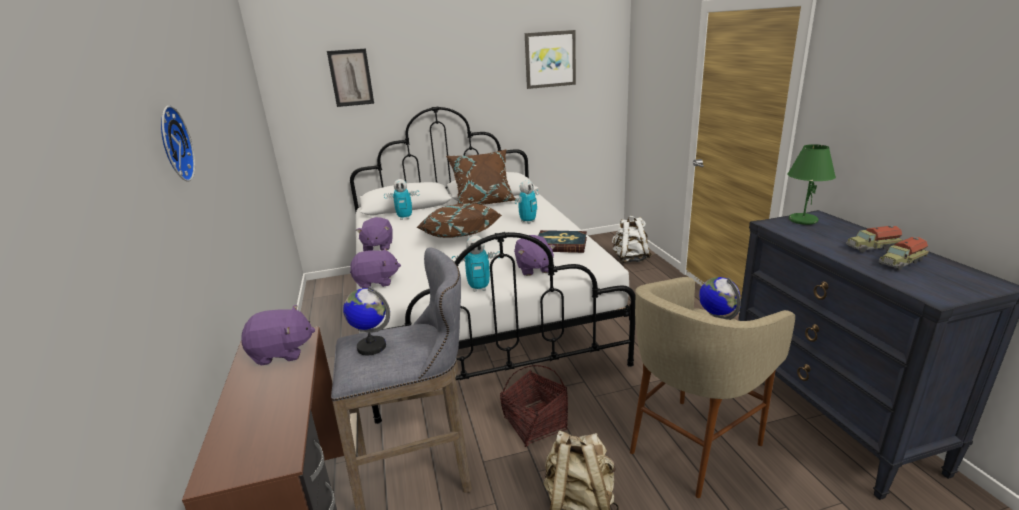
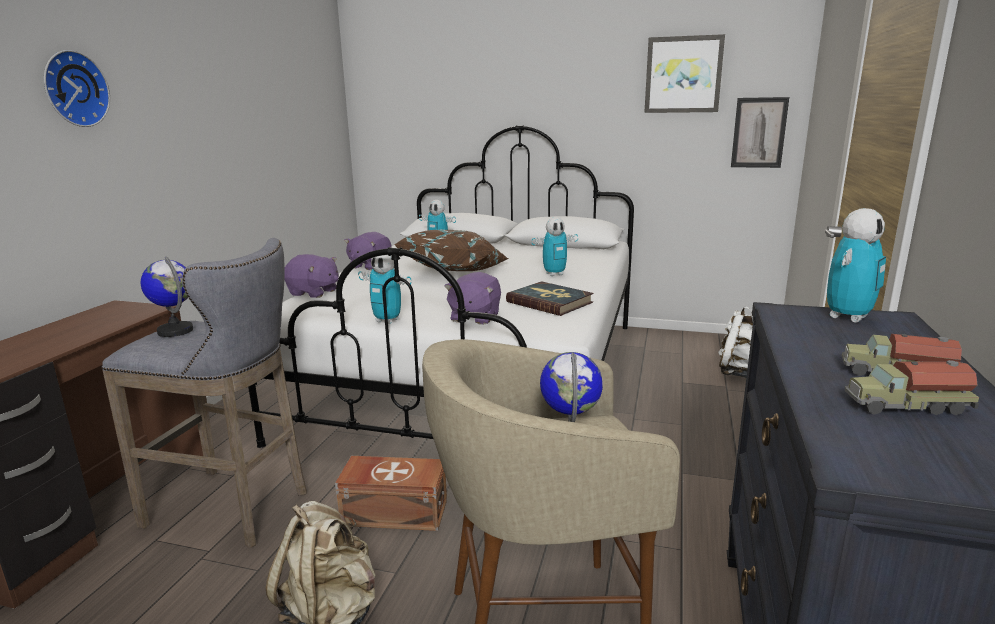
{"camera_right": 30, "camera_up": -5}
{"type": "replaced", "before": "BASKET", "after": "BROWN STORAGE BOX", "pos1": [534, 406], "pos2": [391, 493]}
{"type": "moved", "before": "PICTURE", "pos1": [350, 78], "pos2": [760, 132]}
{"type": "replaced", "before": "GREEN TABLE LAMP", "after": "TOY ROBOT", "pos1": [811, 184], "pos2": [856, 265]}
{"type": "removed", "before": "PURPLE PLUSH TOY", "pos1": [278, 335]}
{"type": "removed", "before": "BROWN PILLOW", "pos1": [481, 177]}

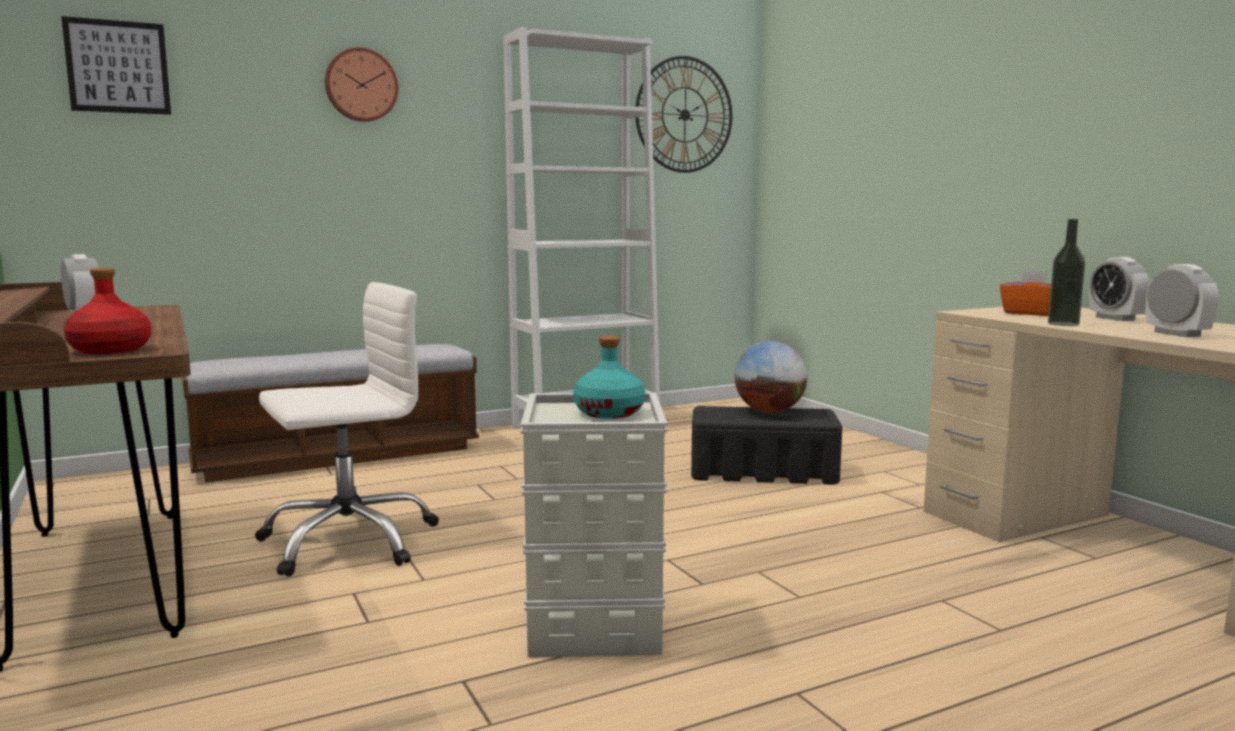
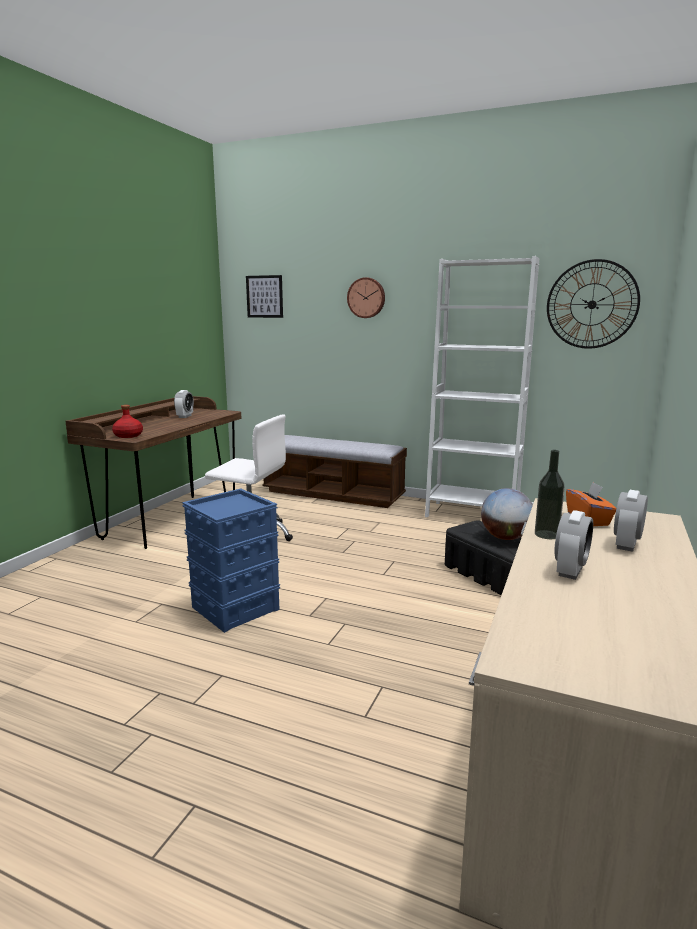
{"camera_right": 50, "camera_up": 5}
{"type": "recoloured", "before": "GREY STORAGE BOX", "after": "BLUE STORAGE BOX", "pos1": [594, 525], "pos2": [231, 560]}
{"type": "removed", "before": "TURQUOISE BOTTLE", "pos1": [609, 377]}

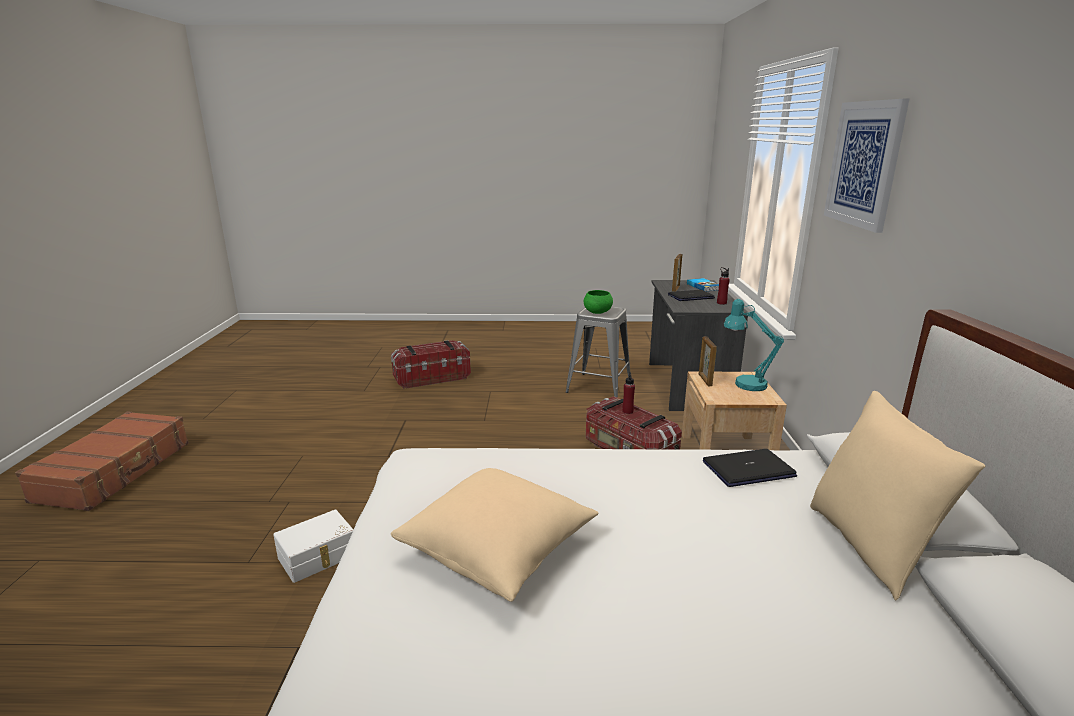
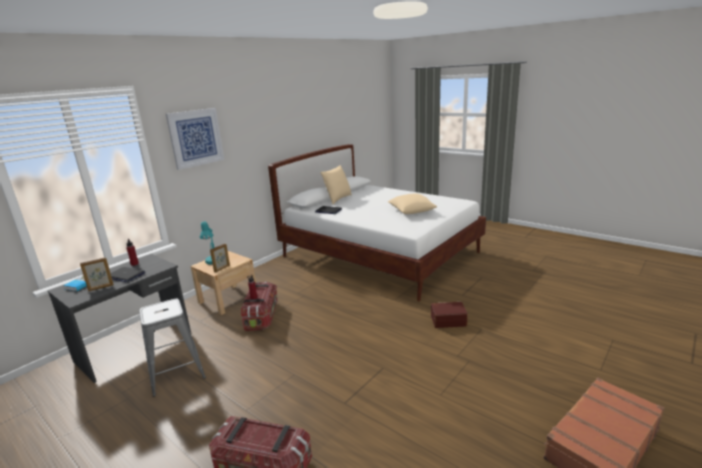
{"camera_right": -140, "camera_up": 0}
{"type": "recoloured", "before": "WHITE STORAGE BOX", "after": "BROWN STORAGE BOX", "pos1": [313, 546], "pos2": [449, 315]}
{"type": "removed", "before": "GREEN BOWL", "pos1": [598, 302]}

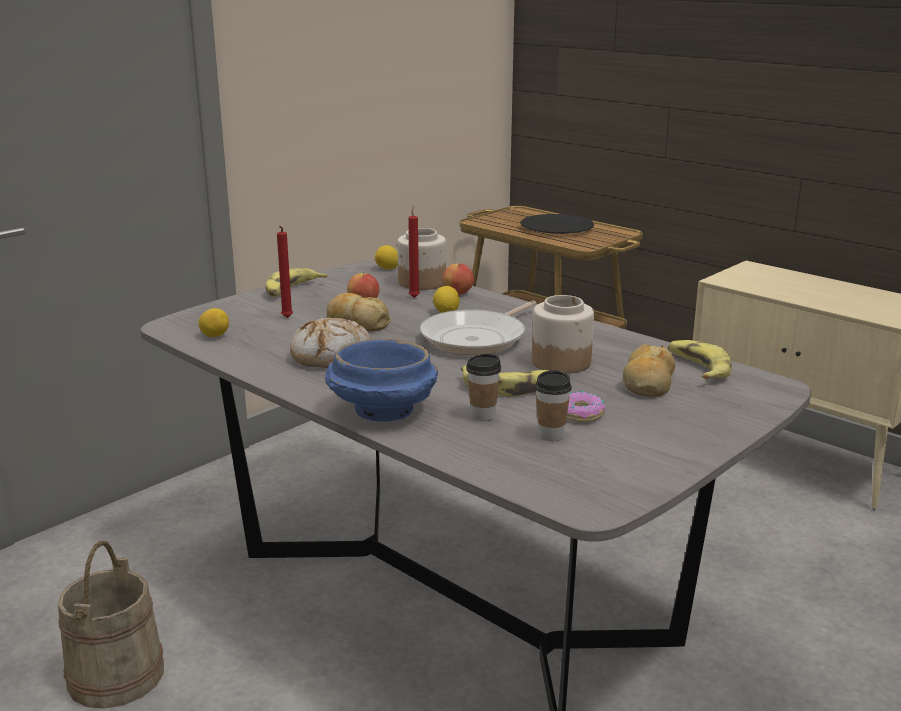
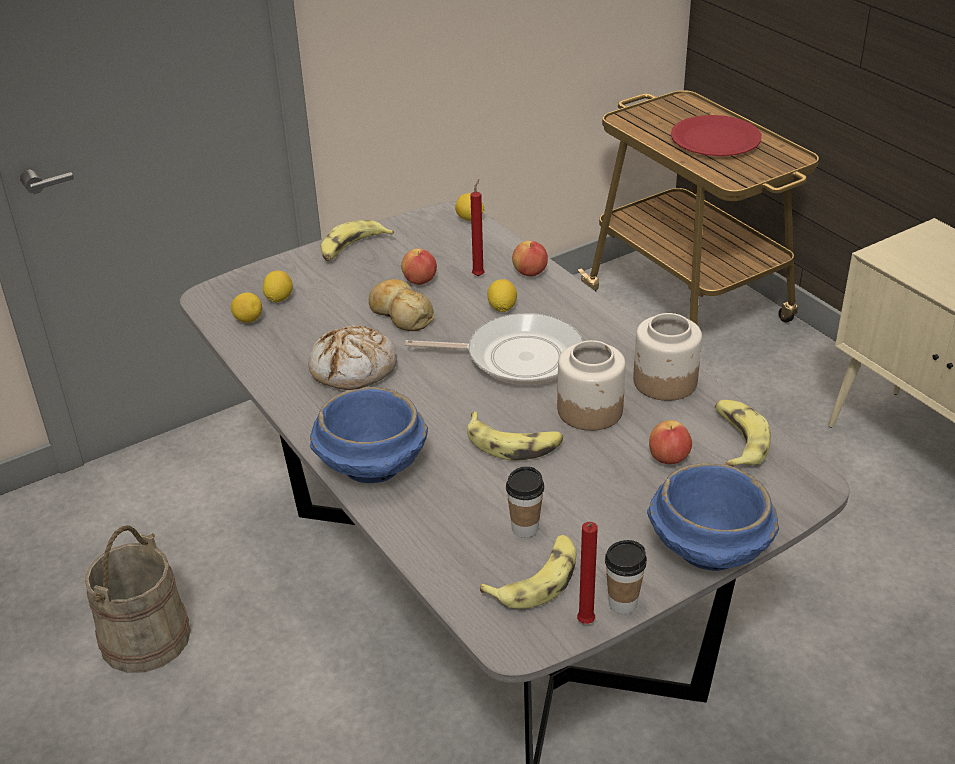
{"camera_right": 15, "camera_up": 15}
{"type": "added", "after": "LEMON", "pos2": [278, 286]}
{"type": "turned", "before": "FRYING PAN", "pos1": [478, 328], "pos2": [494, 349], "turn": -135}
{"type": "added", "after": "BANANA", "pos2": [528, 572]}
{"type": "moved", "before": "RED CANDLE", "pos1": [285, 272], "pos2": [587, 573]}
{"type": "moved", "before": "CUP", "pos1": [483, 387], "pos2": [626, 577]}
{"type": "moved", "before": "JAR", "pos1": [421, 259], "pos2": [667, 357]}
{"type": "added", "after": "BLUE BOWL", "pos2": [713, 517]}
{"type": "replaced", "before": "BREAD", "after": "APPLE", "pos1": [649, 370], "pos2": [670, 442]}
{"type": "recoloured", "before": "BLACK PLATE", "after": "RED PLATE", "pos1": [557, 224], "pos2": [716, 135]}
{"type": "removed", "before": "DONUT", "pos1": [585, 406]}

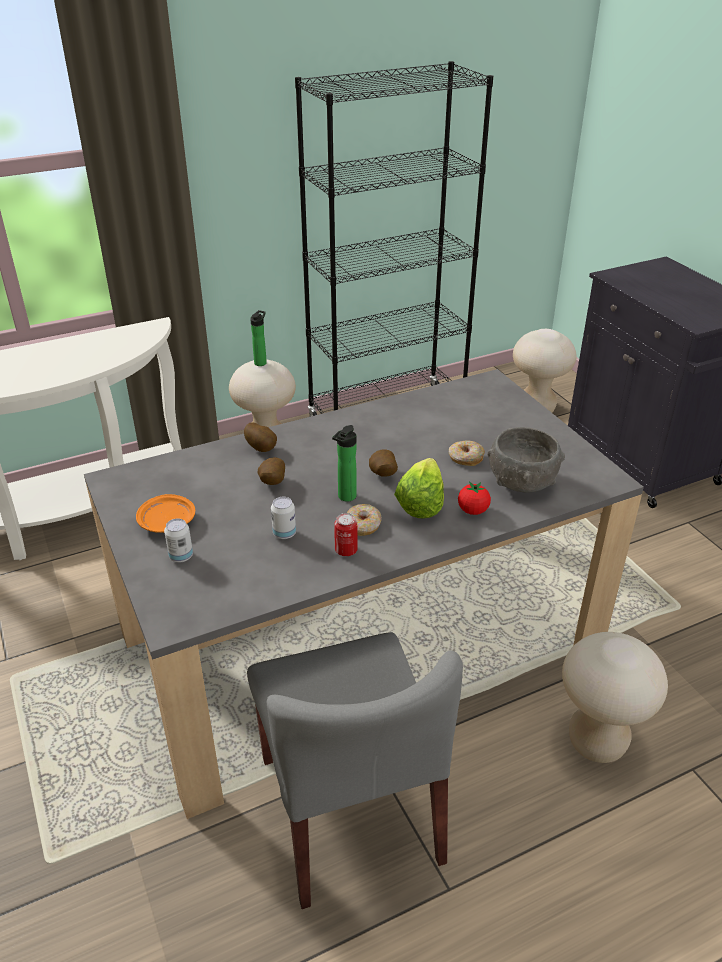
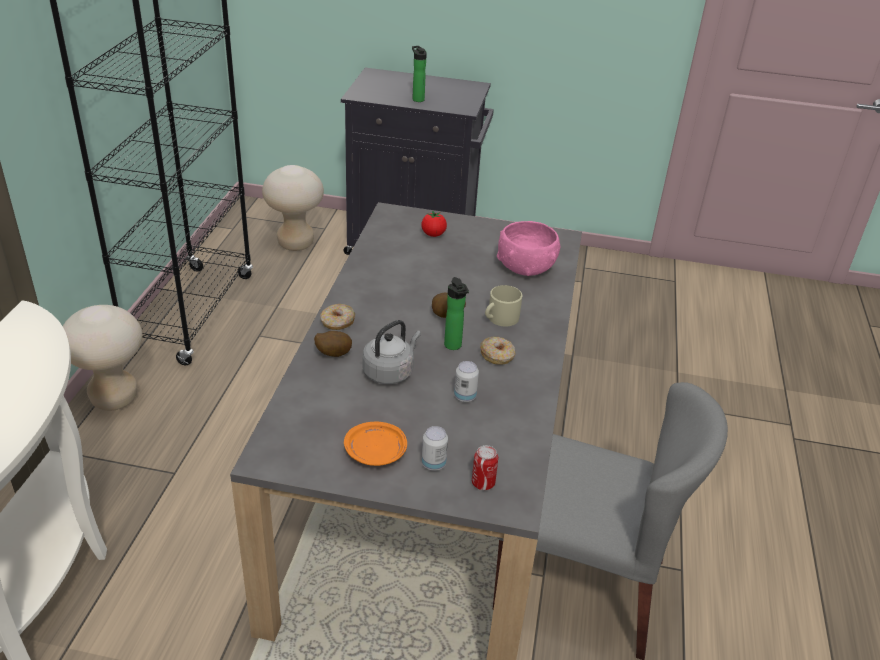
{"camera_right": -55, "camera_up": 0}
{"type": "moved", "before": "DONUT", "pos1": [467, 453], "pos2": [337, 317]}
{"type": "replaced", "before": "POTATO", "after": "GREY KETTLE", "pos1": [271, 471], "pos2": [392, 352]}
{"type": "moved", "before": "BOTTLE", "pos1": [258, 338], "pos2": [419, 74]}
{"type": "moved", "before": "TOMATO", "pos1": [474, 498], "pos2": [434, 223]}
{"type": "moved", "before": "CAN", "pos1": [346, 534], "pos2": [485, 467]}
{"type": "replaced", "before": "LETTUCE", "after": "BEIGE MUG", "pos1": [419, 488], "pos2": [503, 305]}
{"type": "recoloured", "before": "GREY BOWL", "after": "PINK BOWL", "pos1": [526, 460], "pos2": [528, 248]}
{"type": "removed", "before": "BEIGE STOOL", "pos1": [615, 697]}

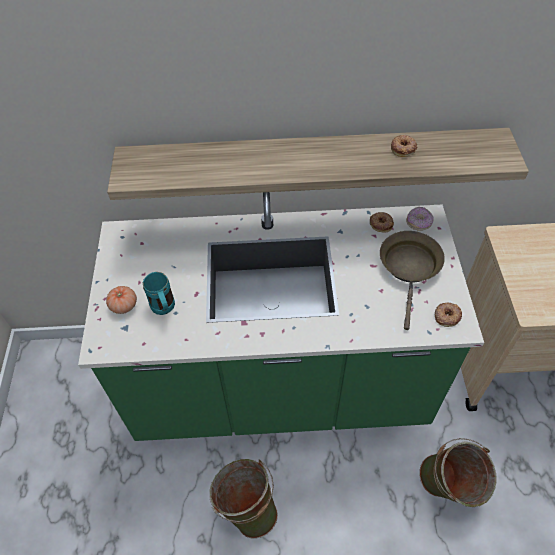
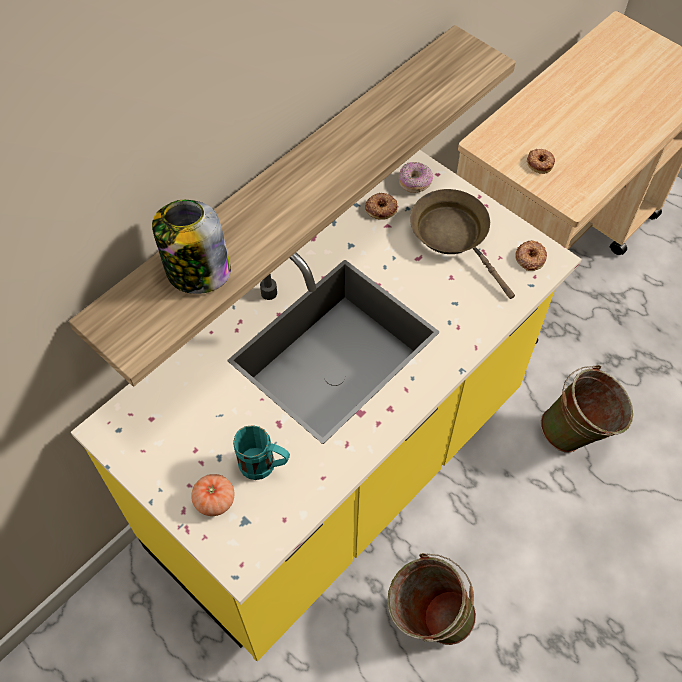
{"camera_right": -45, "camera_up": 5}
{"type": "recoloured", "before": "GREEN COUNTER", "after": "YELLOW COUNTER", "pos1": [281, 316], "pos2": [326, 405]}
{"type": "added", "after": "JAR", "pos2": [191, 247]}
{"type": "moved", "before": "DONUT", "pos1": [404, 146], "pos2": [541, 161]}

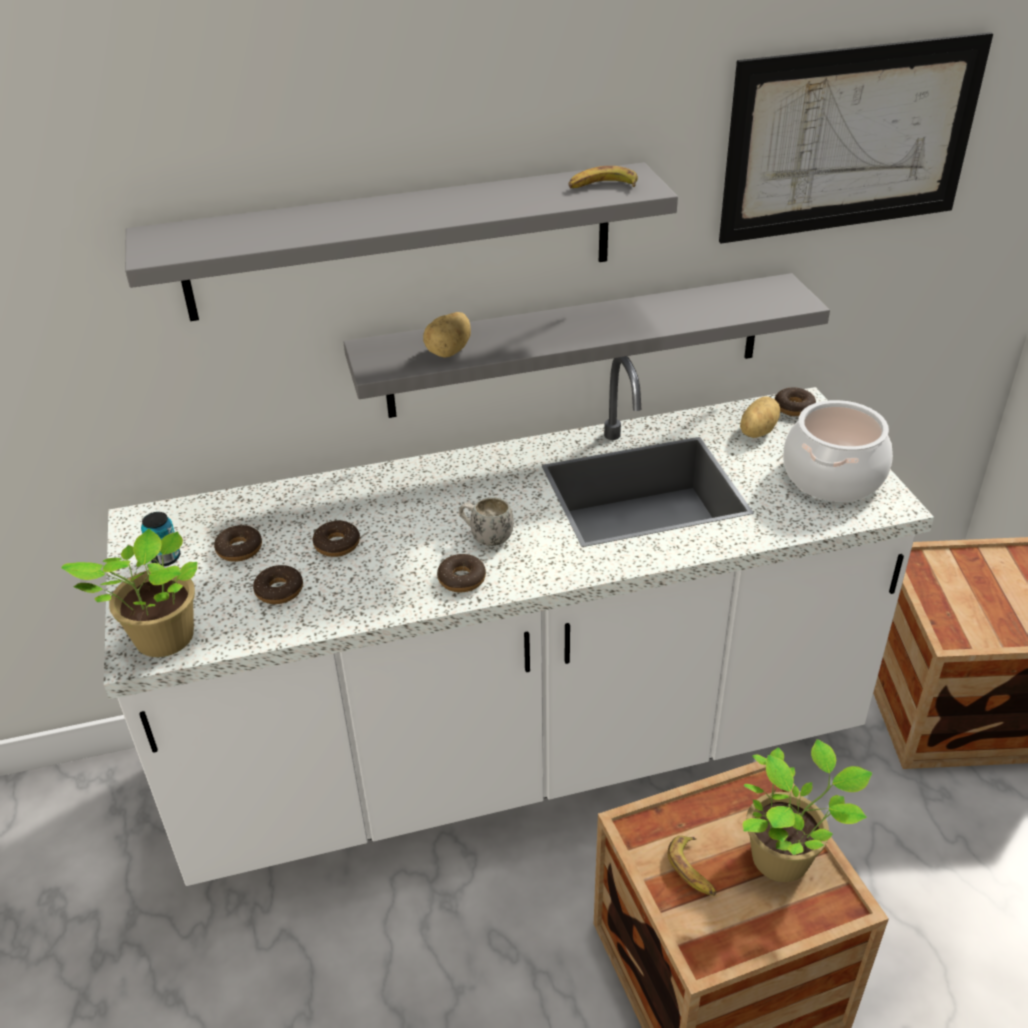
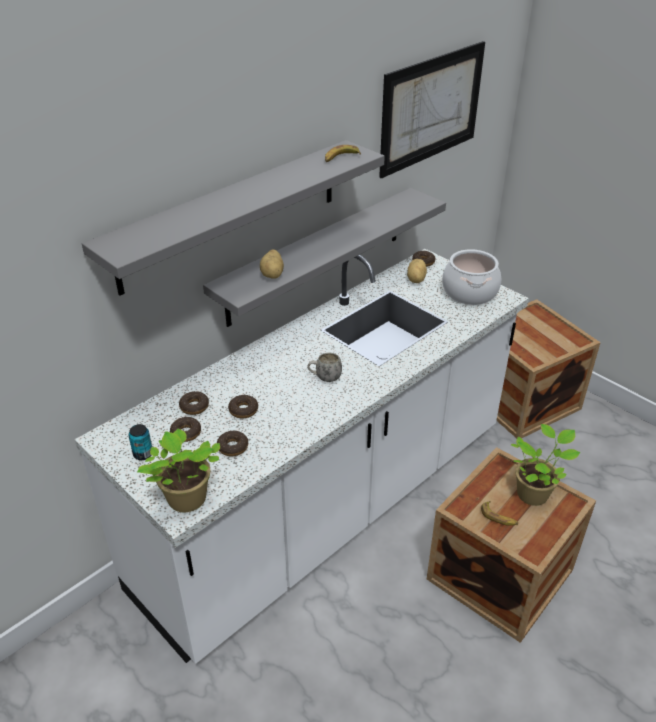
{"camera_right": -30, "camera_up": 0}
{"type": "moved", "before": "DONUT", "pos1": [461, 573], "pos2": [194, 403]}

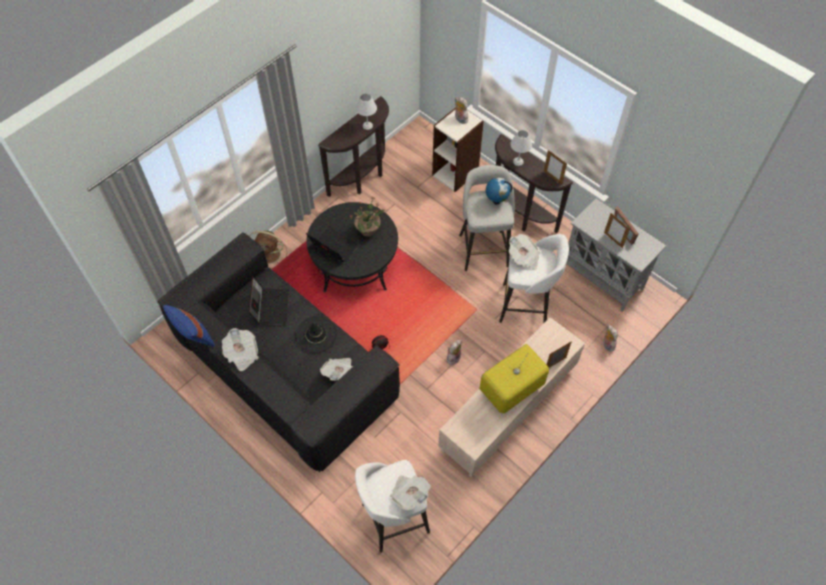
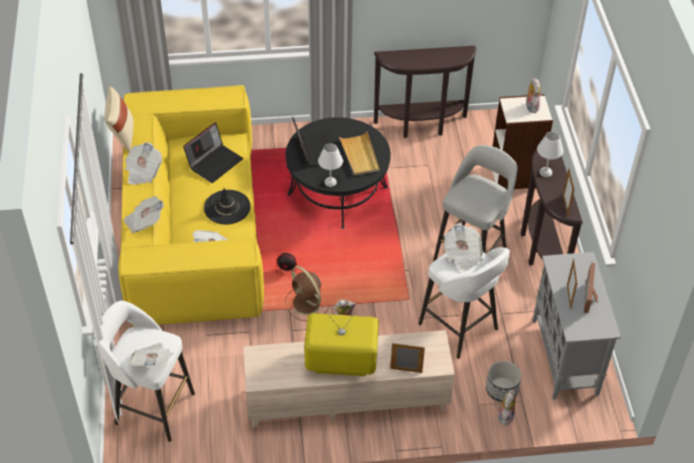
{"camera_right": 40, "camera_up": -10}
{"type": "recoloured", "before": "BLUE PILLOW", "after": "BEIGE PILLOW", "pos1": [189, 325], "pos2": [119, 119]}
{"type": "recoloured", "before": "BLACK SOFA", "after": "YELLOW SOFA", "pos1": [278, 352], "pos2": [191, 206]}
{"type": "added", "after": "NEWSPAPER", "pos2": [144, 215]}
{"type": "moved", "before": "BROWN FAN", "pos1": [268, 247], "pos2": [307, 293]}
{"type": "moved", "before": "WHITE TABLE LAMP", "pos1": [366, 112], "pos2": [330, 165]}
{"type": "replaced", "before": "POTTED PLANT", "after": "BEIGE TRAY", "pos1": [368, 216], "pos2": [359, 154]}
{"type": "added", "after": "PLANTER", "pos2": [503, 381]}
{"type": "removed", "before": "GLOBE", "pos1": [499, 191]}

